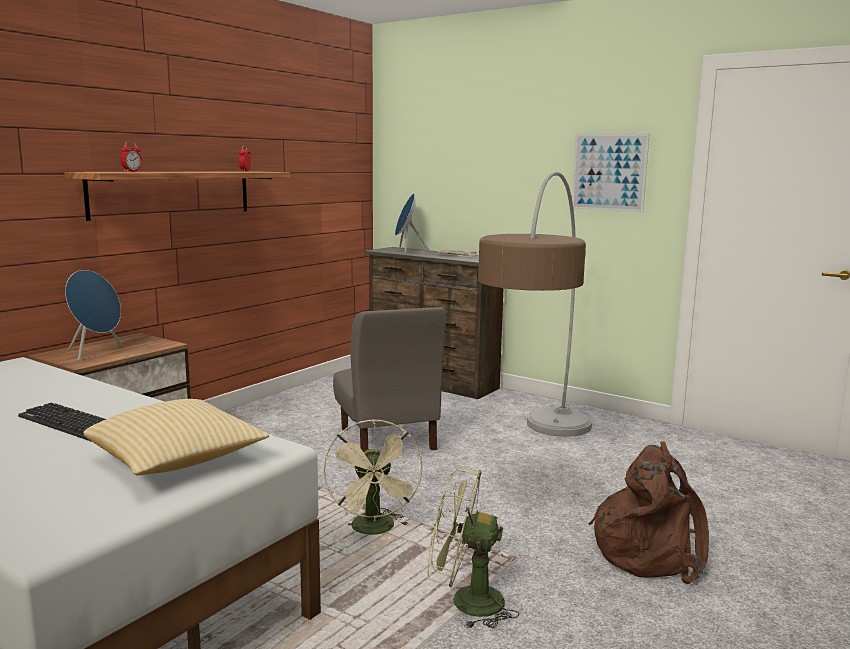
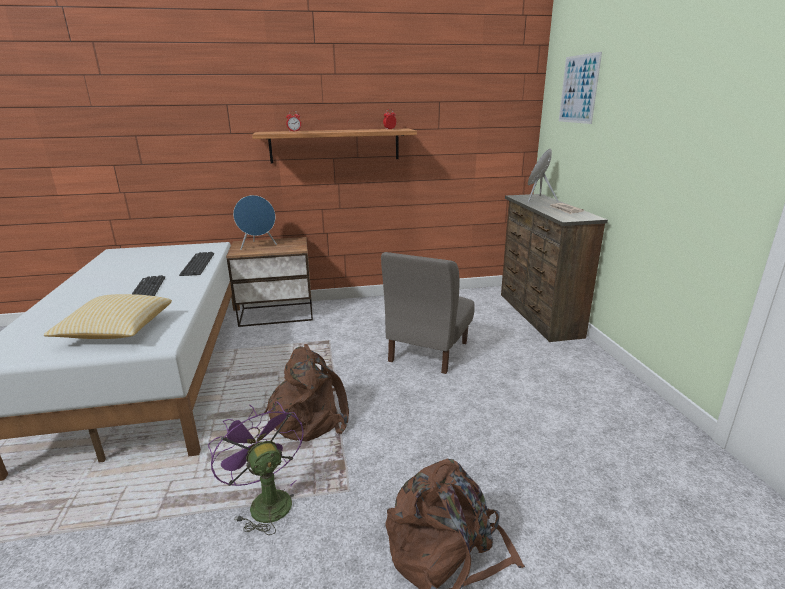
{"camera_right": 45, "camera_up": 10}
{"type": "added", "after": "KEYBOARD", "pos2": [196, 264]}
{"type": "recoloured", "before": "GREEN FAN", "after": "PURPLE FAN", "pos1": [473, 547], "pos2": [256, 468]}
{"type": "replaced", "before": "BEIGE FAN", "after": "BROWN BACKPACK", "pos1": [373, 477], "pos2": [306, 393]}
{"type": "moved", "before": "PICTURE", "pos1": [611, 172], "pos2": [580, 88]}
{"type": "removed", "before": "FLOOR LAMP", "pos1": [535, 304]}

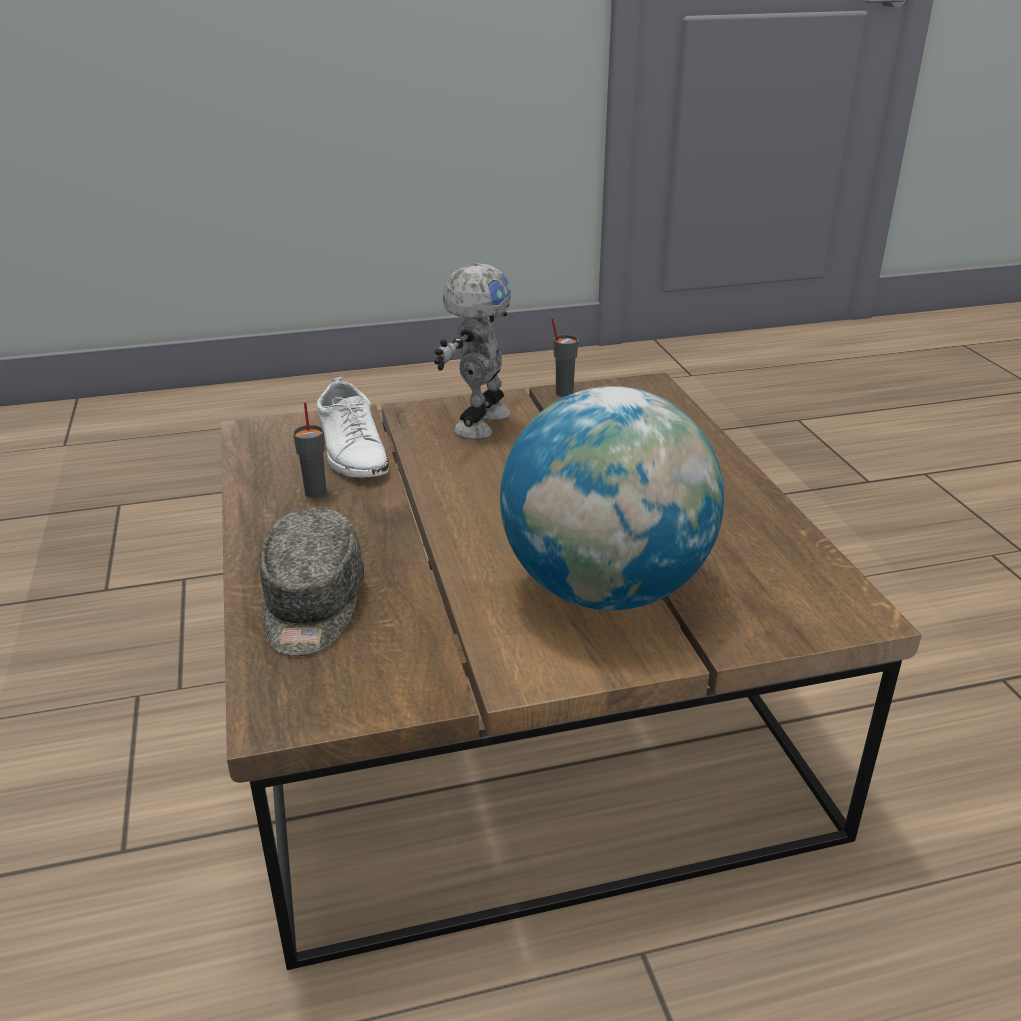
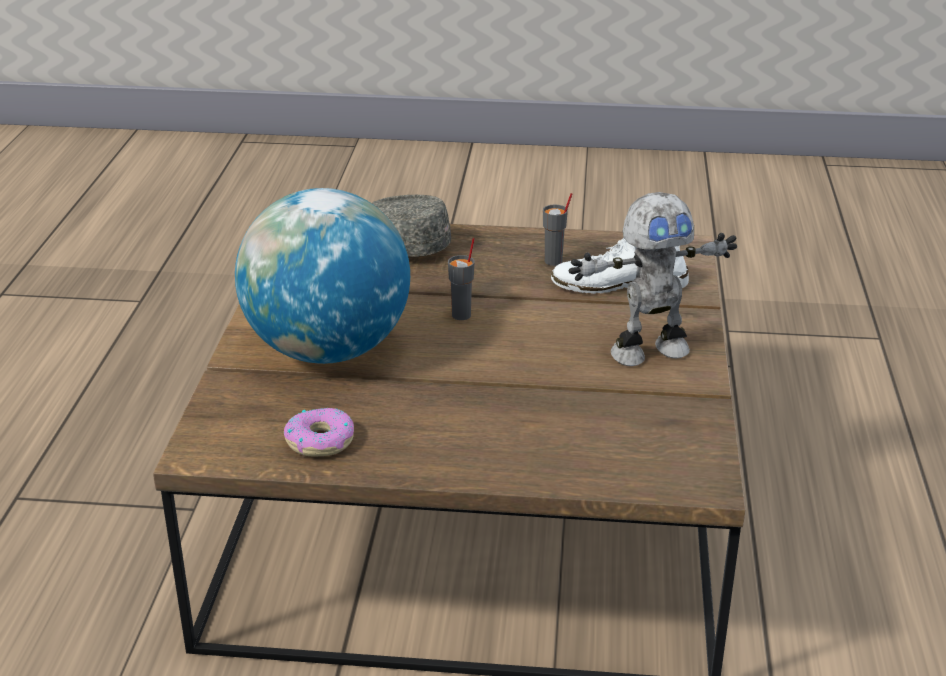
{"camera_right": 110, "camera_up": 0}
{"type": "added", "after": "DONUT", "pos2": [319, 432]}
{"type": "moved", "before": "GREY CUP", "pos1": [564, 357], "pos2": [461, 279]}
{"type": "turned", "before": "TOY ROBOT", "pos1": [472, 351], "pos2": [653, 279], "turn": -60}

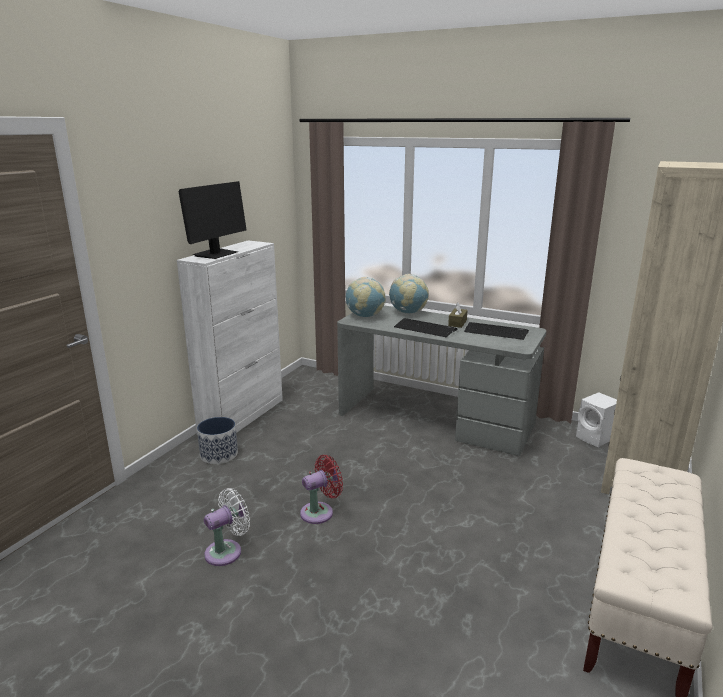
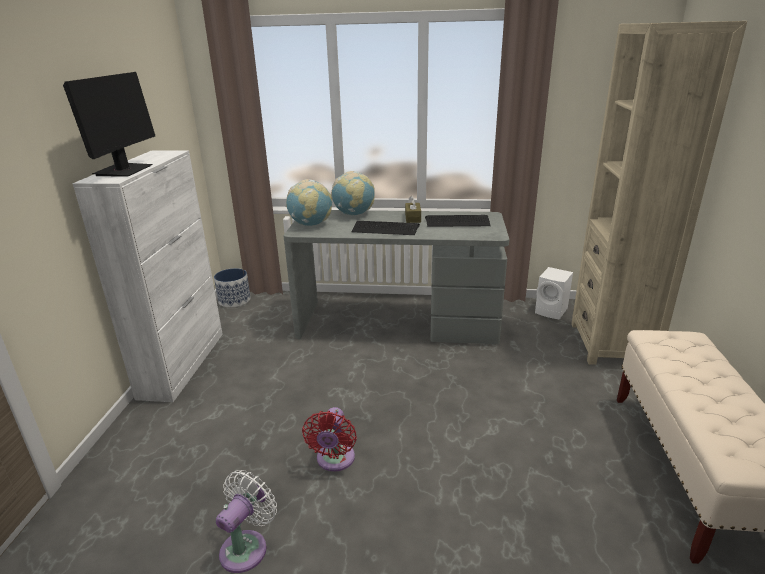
{"camera_right": -20, "camera_up": 5}
{"type": "moved", "before": "PLANTER", "pos1": [217, 440], "pos2": [232, 288]}
{"type": "turned", "before": "RED FAN", "pos1": [321, 489], "pos2": [329, 439], "turn": 150}

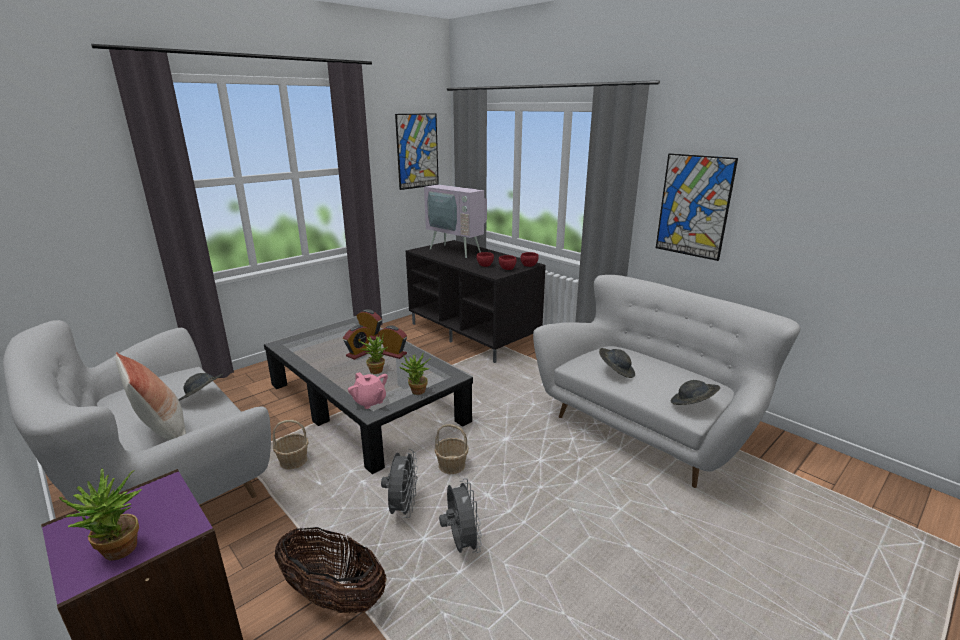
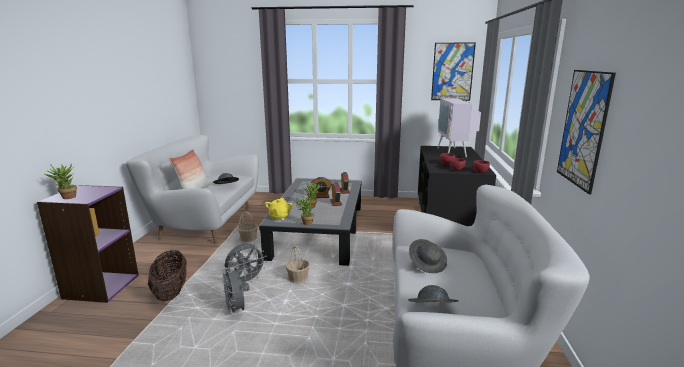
{"camera_right": 50, "camera_up": -5}
{"type": "turned", "before": "GREY FAN", "pos1": [460, 515], "pos2": [235, 291], "turn": 120}
{"type": "recoloured", "before": "PINK TEAPOT", "after": "YELLOW TEAPOT", "pos1": [368, 390], "pos2": [279, 209]}

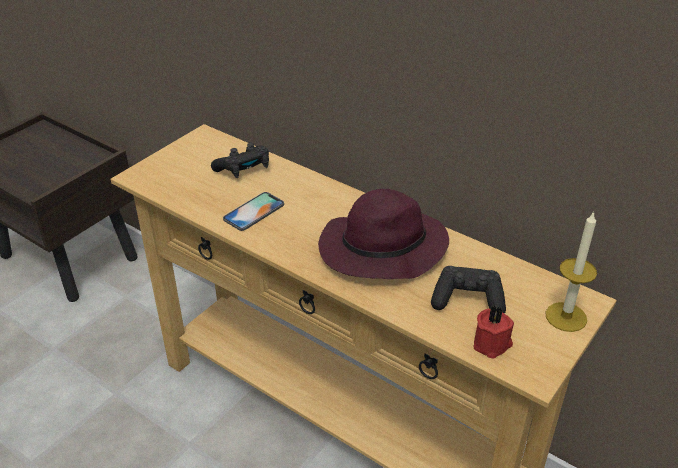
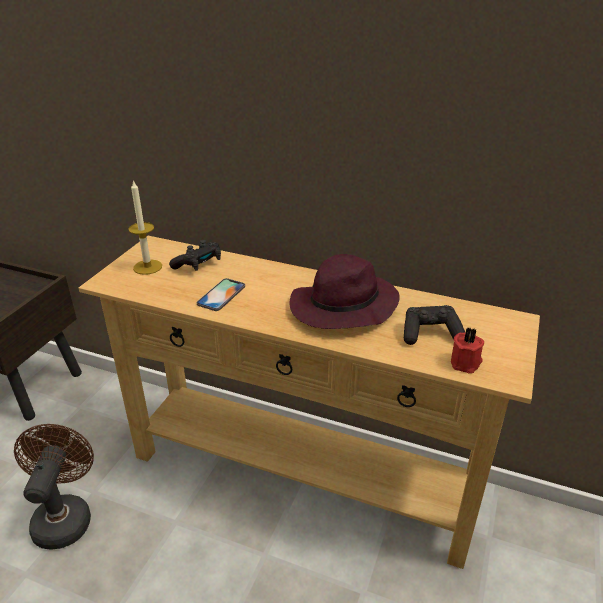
{"camera_right": -15, "camera_up": -5}
{"type": "added", "after": "BROWN FAN", "pos2": [54, 487]}
{"type": "moved", "before": "CANDLE", "pos1": [571, 272], "pos2": [145, 227]}

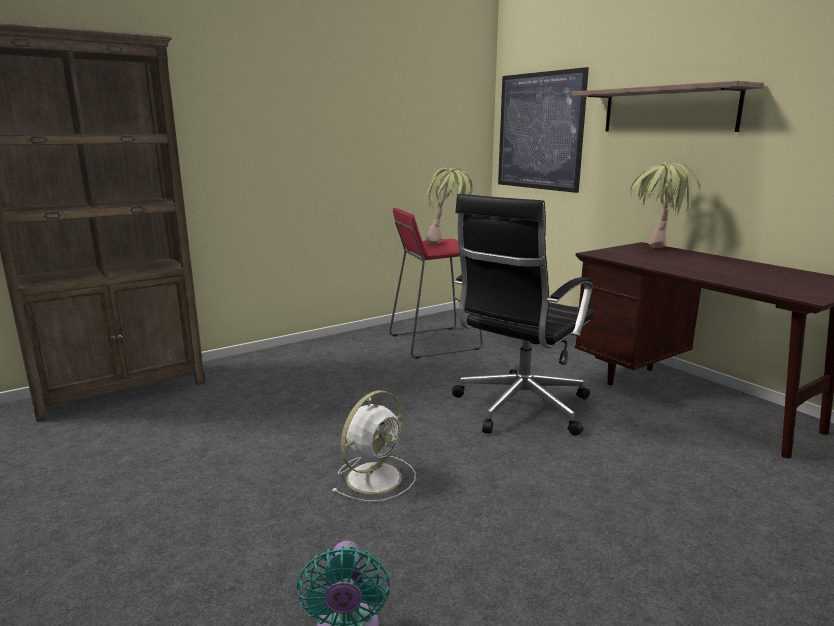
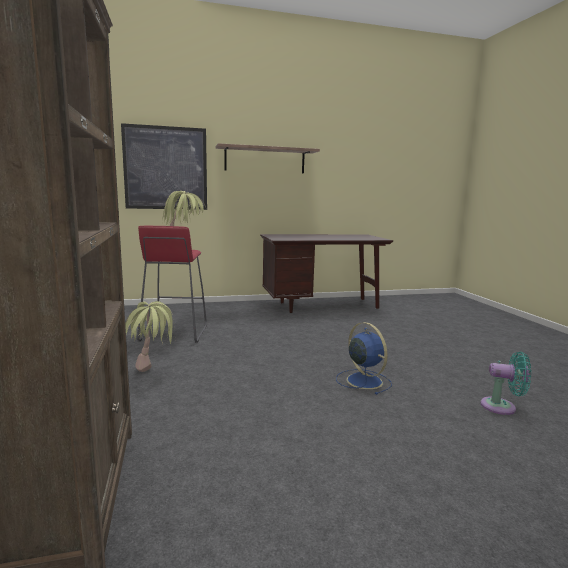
{"camera_right": -70, "camera_up": -5}
{"type": "moved", "before": "POTTED PLANT", "pos1": [666, 205], "pos2": [150, 336]}
{"type": "recoloured", "before": "WHITE FAN", "after": "BLUE FAN", "pos1": [373, 446], "pos2": [364, 358]}
{"type": "removed", "before": "BLACK OFFICE CHAIR", "pos1": [523, 315]}

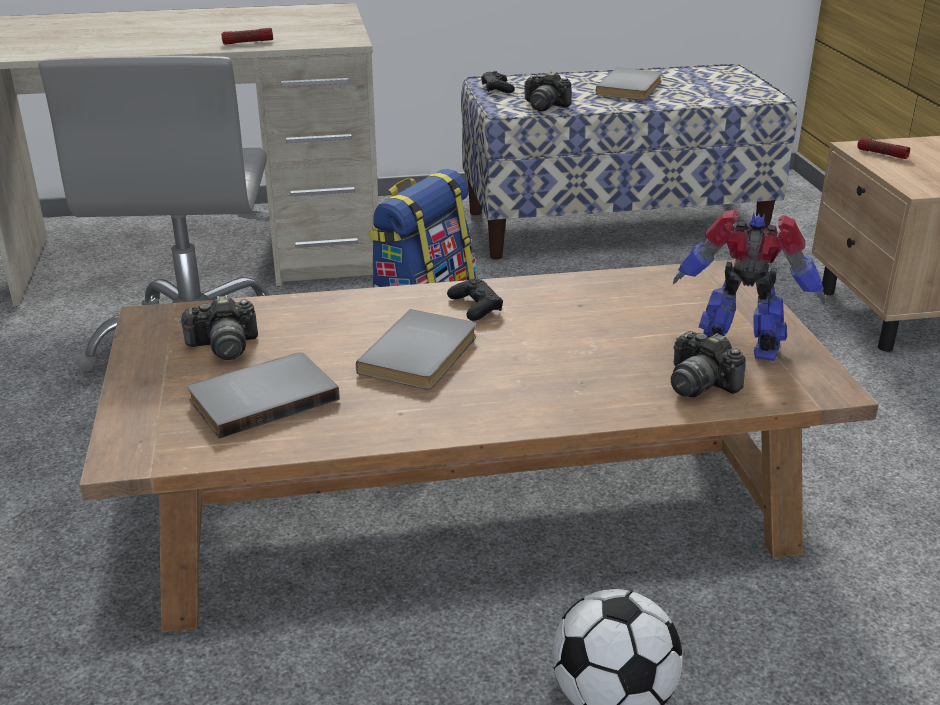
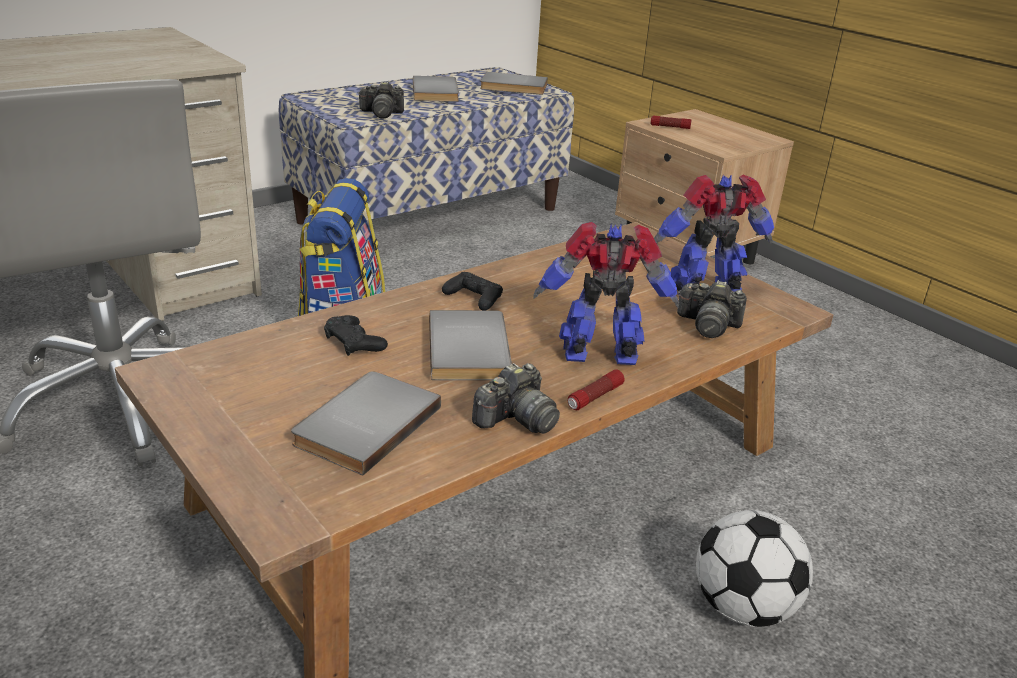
{"camera_right": -30, "camera_up": 0}
{"type": "moved", "before": "BLACK GAME CONTROLLER", "pos1": [498, 82], "pos2": [356, 335]}
{"type": "moved", "before": "PHOTO CAMERA", "pos1": [218, 327], "pos2": [516, 398]}
{"type": "added", "after": "GREY BOOK", "pos2": [514, 83]}
{"type": "added", "after": "TOY ROBOT", "pos2": [606, 293]}
{"type": "moved", "before": "FLASHLIGHT", "pos1": [247, 36], "pos2": [596, 389]}

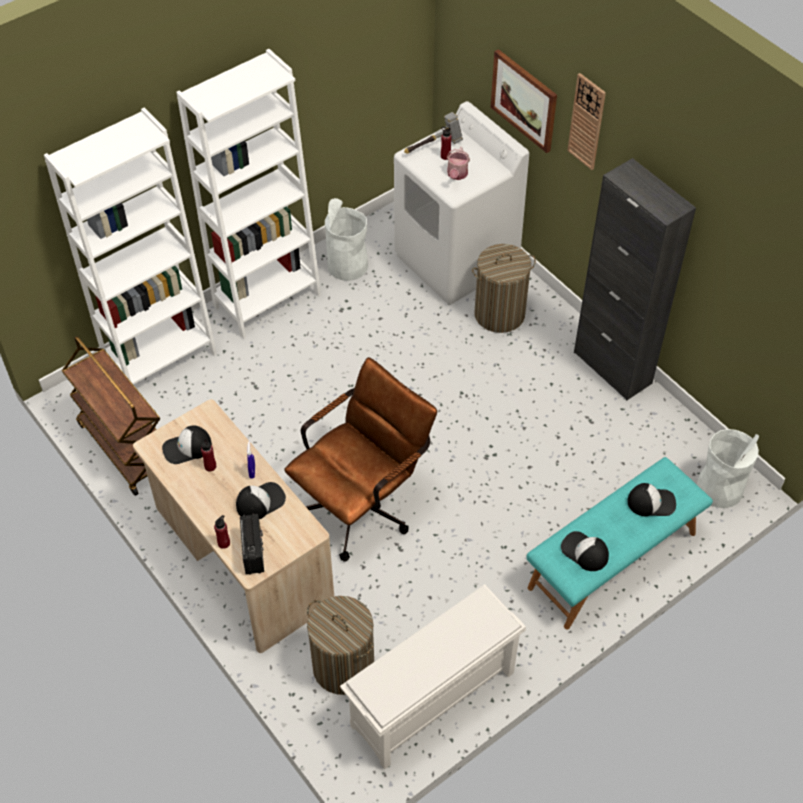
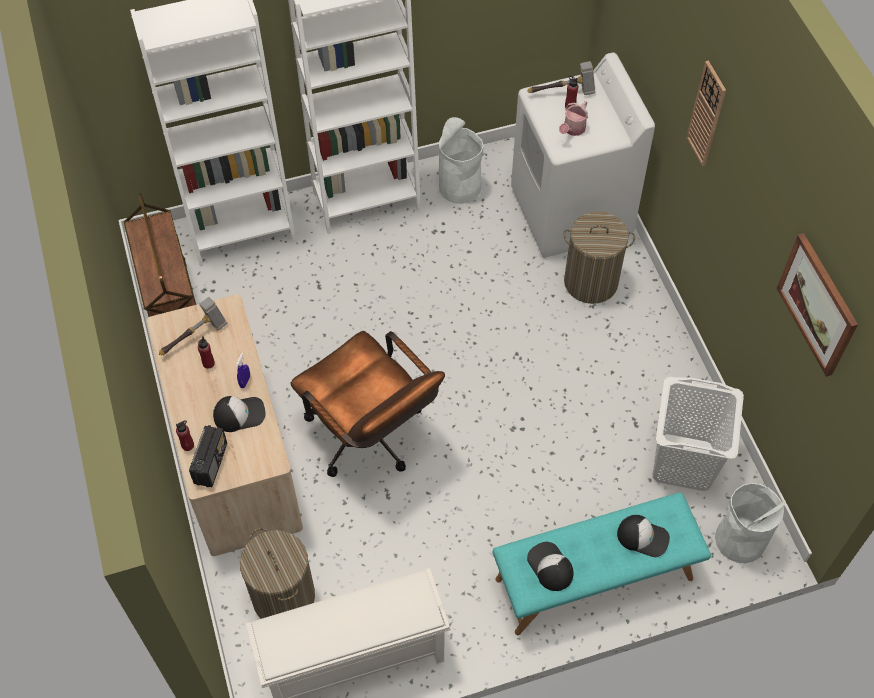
{"camera_right": 20, "camera_up": 5}
{"type": "replaced", "before": "CAP", "after": "HAMMER", "pos1": [187, 444], "pos2": [193, 326]}
{"type": "turned", "before": "BROWN OFFICE CHAIR", "pos1": [360, 459], "pos2": [367, 404], "turn": 75}
{"type": "added", "after": "WHITE LAUNDRY BASKET", "pos2": [698, 434]}
{"type": "moved", "before": "PICTURE", "pos1": [524, 101], "pos2": [817, 305]}
{"type": "removed", "before": "BLACK CABINET", "pos1": [635, 279]}

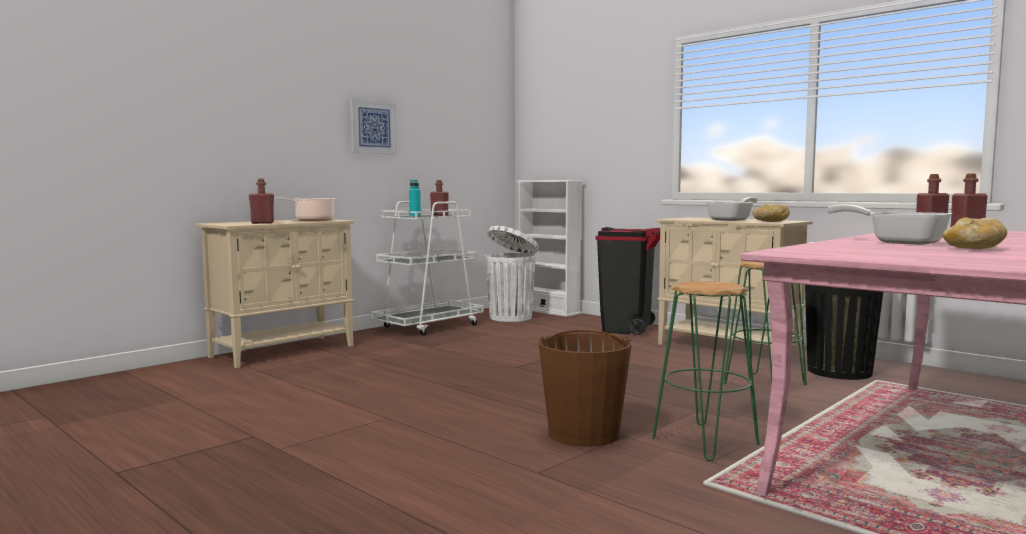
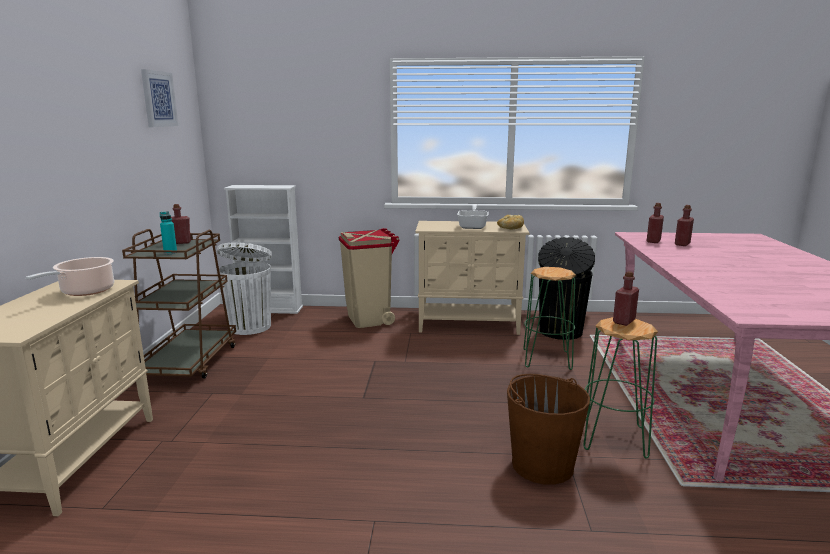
{"camera_right": -40, "camera_up": 10}
{"type": "recoloured", "before": "WHITE CART", "after": "BROWN CART", "pos1": [427, 268], "pos2": [179, 303]}
{"type": "moved", "before": "PICTURE", "pos1": [373, 127], "pos2": [159, 98]}
{"type": "recoloured", "before": "BLACK TRASH CAN", "after": "BEIGE TRASH CAN", "pos1": [628, 281], "pos2": [369, 278]}
{"type": "moved", "before": "RED BOTTLE", "pos1": [261, 201], "pos2": [626, 298]}
{"type": "removed", "before": "FRYING PAN", "pos1": [889, 224]}
{"type": "removed", "before": "BREAD", "pos1": [974, 233]}

